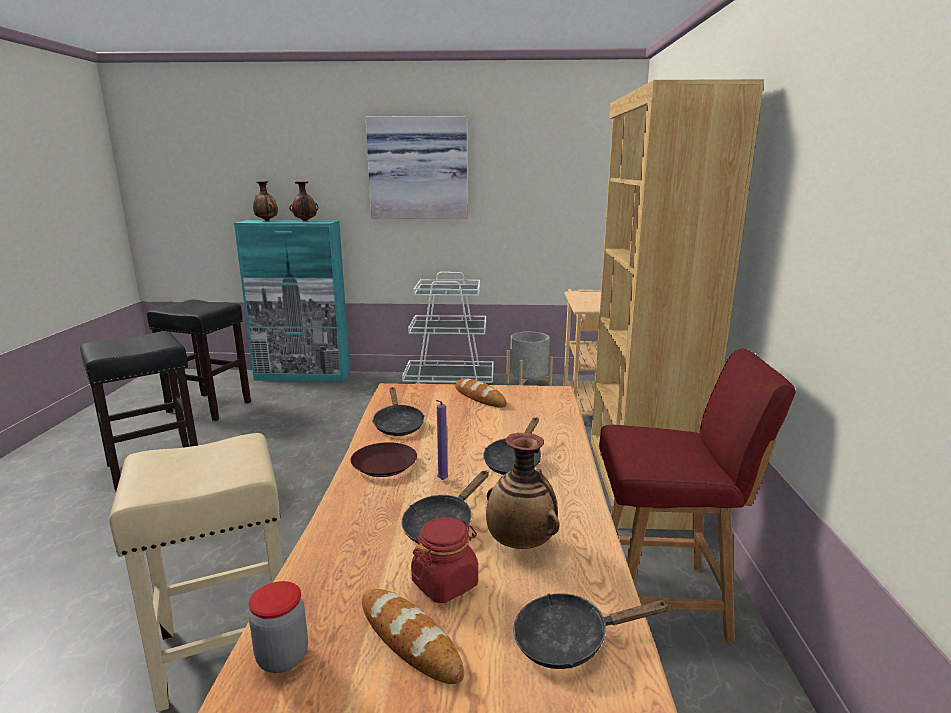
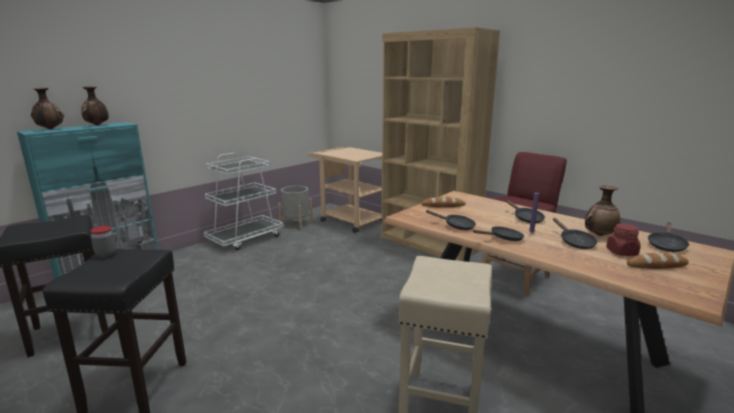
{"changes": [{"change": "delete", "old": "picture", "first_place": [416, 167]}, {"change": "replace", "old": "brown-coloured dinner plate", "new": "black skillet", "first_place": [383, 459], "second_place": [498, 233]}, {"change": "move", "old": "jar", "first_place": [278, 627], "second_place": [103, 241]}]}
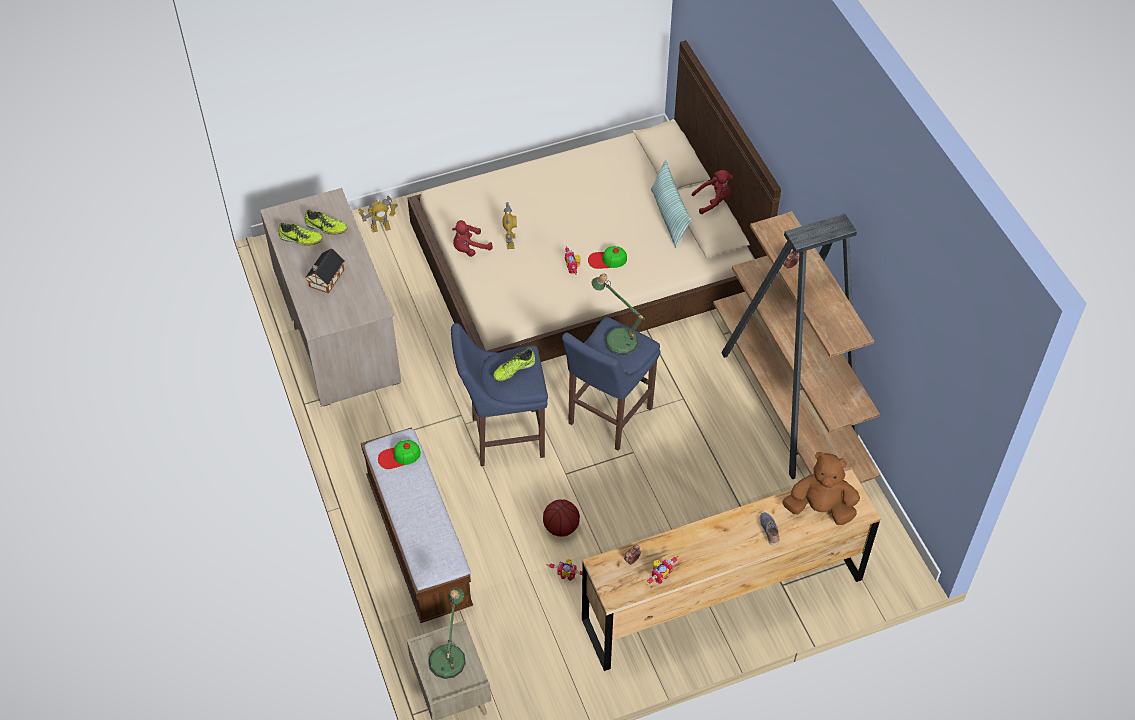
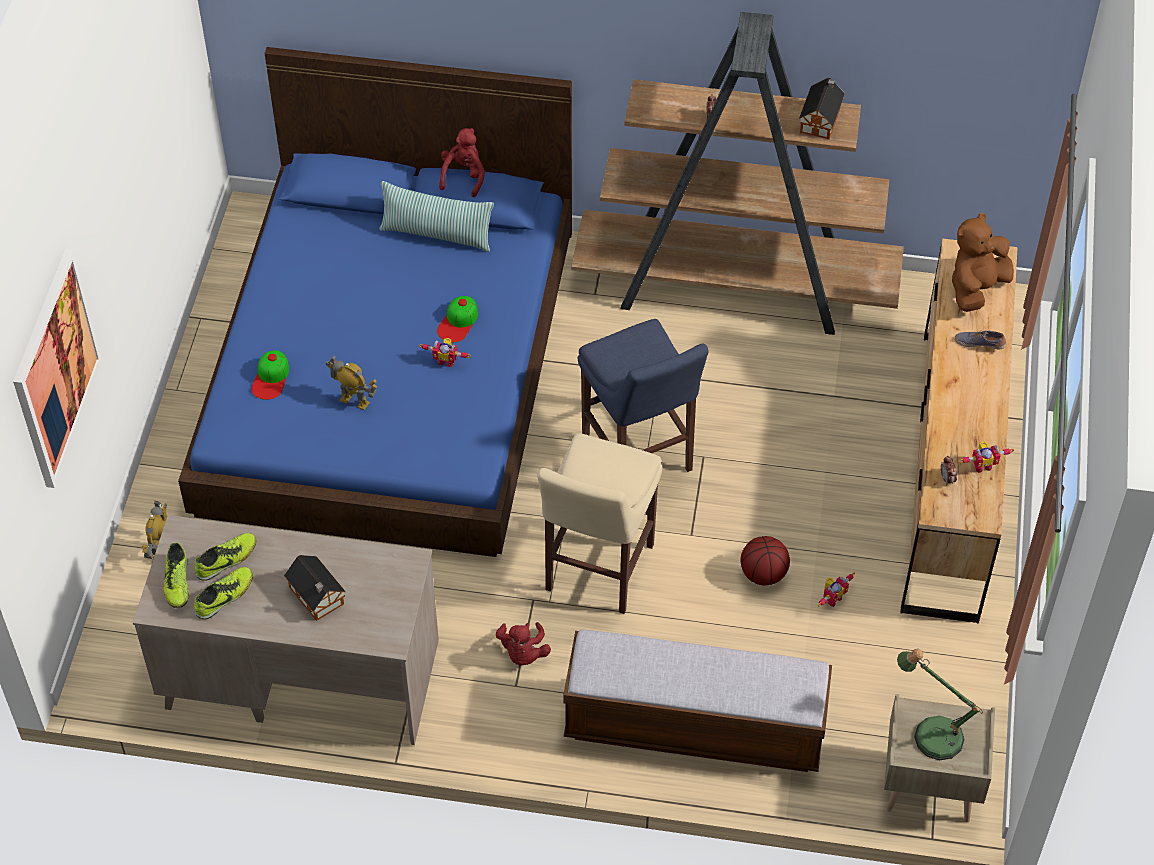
{"changes": [{"change": "recolor", "old": "beige-coloured bedroom bed", "new": "blue-coloured bedroom bed", "first_place": [594, 201], "second_place": [375, 302]}, {"change": "move", "old": "red-coloured soft toy", "first_place": [472, 238], "second_place": [523, 644]}, {"change": "delete", "old": "table lamp", "first_place": [618, 314]}, {"change": "recolor", "old": "blue-coloured sitting stool", "new": "beige-coloured sitting stool", "first_place": [499, 394], "second_place": [599, 523]}, {"change": "move", "old": "low shoe", "first_place": [514, 364], "second_place": [176, 575]}, {"change": "move", "old": "baseball cap", "first_place": [399, 454], "second_place": [270, 375]}, {"change": "rotate", "old": "robot figure", "first_place": [662, 570], "second_place": [986, 457], "degrees": 90}, {"change": "insert", "new": "model house", "second_place": [822, 109]}, {"change": "insert", "new": "picture", "second_place": [57, 368]}]}
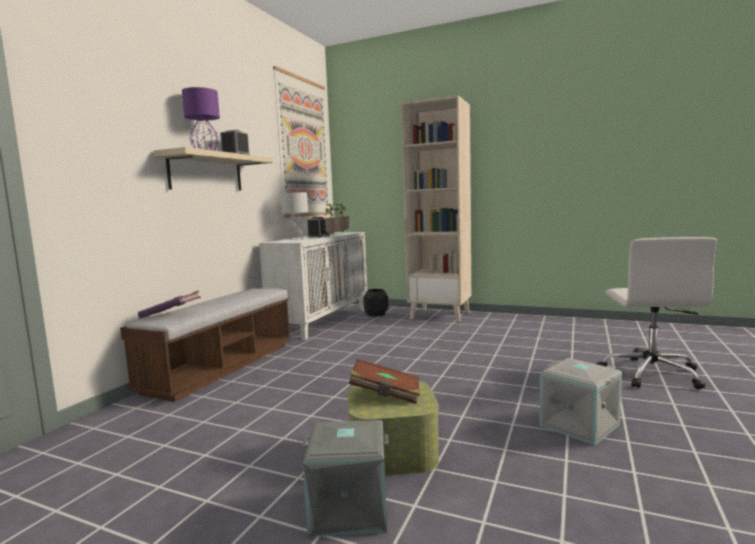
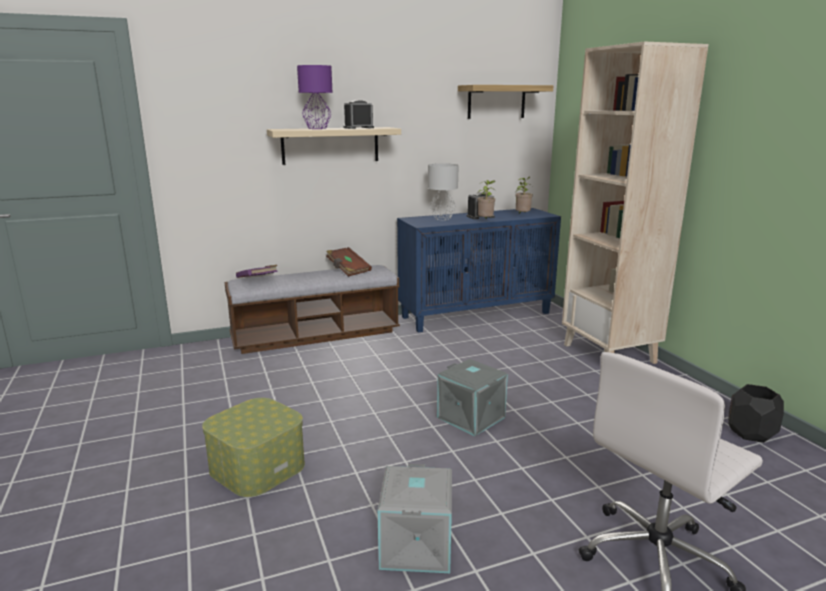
{"changes": [{"change": "replace", "old": "picture", "new": "shelf", "first_place": [301, 142], "second_place": [505, 102]}, {"change": "recolor", "old": "whitish cabinet", "new": "blue-coloured cabinet", "first_place": [313, 286], "second_place": [479, 270]}, {"change": "move", "old": "black planter", "first_place": [376, 303], "second_place": [756, 413]}, {"change": "move", "old": "brown-coloured volume", "first_place": [384, 381], "second_place": [349, 262]}, {"change": "move", "old": "grey storage bin", "first_place": [345, 478], "second_place": [472, 397]}]}
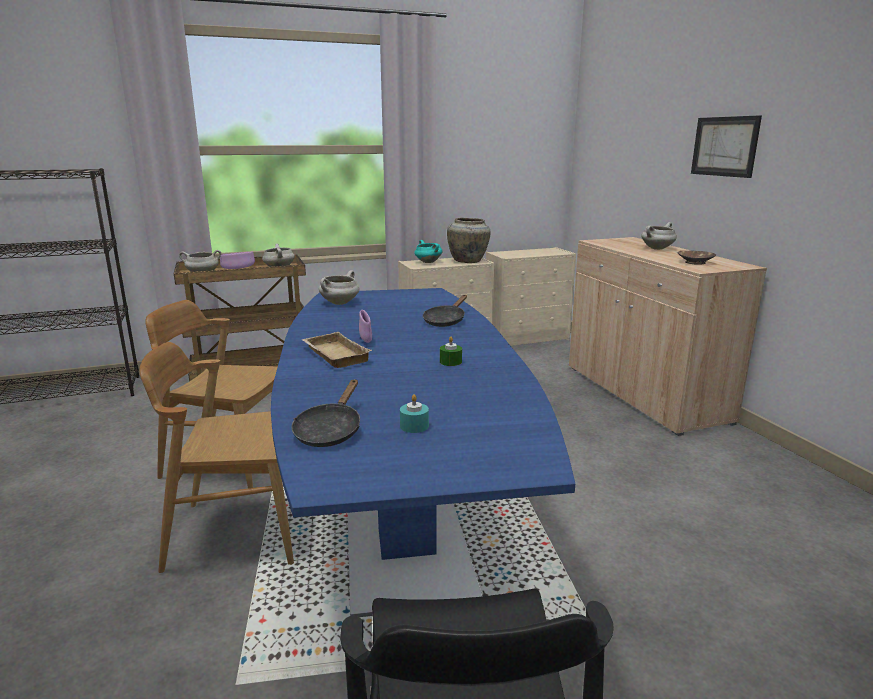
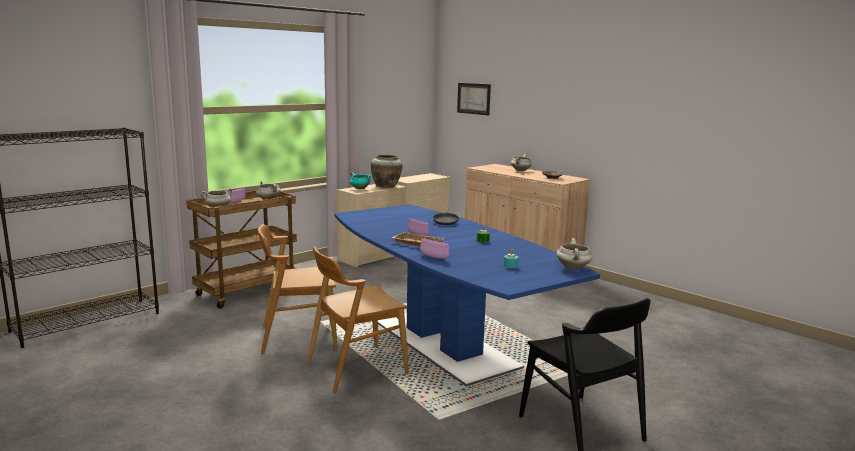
{"changes": [{"change": "move", "old": "picture", "first_place": [726, 146], "second_place": [474, 99]}, {"change": "move", "old": "whitish stockpot", "first_place": [339, 287], "second_place": [574, 254]}, {"change": "delete", "old": "black skillet", "first_place": [325, 413]}, {"change": "insert", "new": "purplish serving bowl", "second_place": [434, 248]}]}
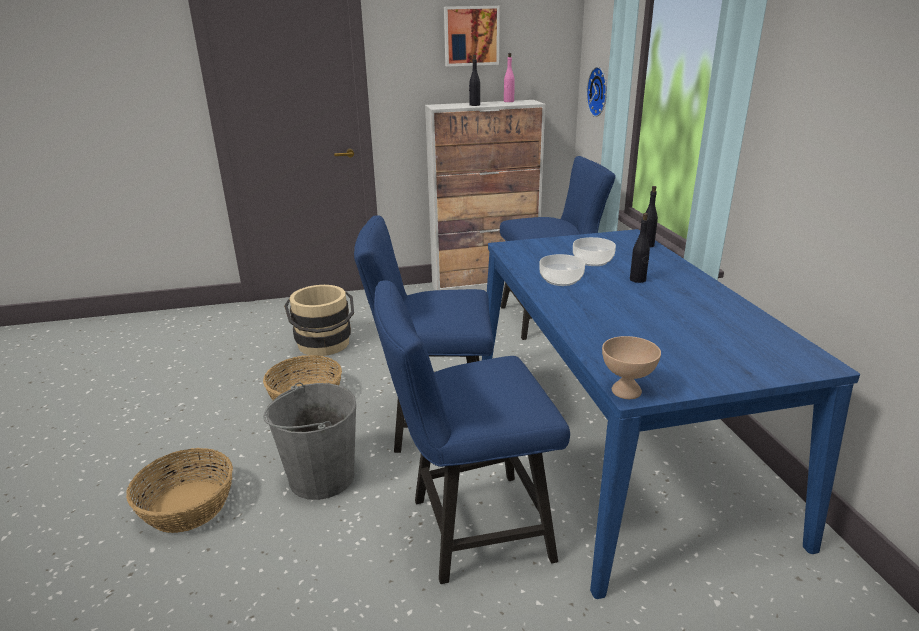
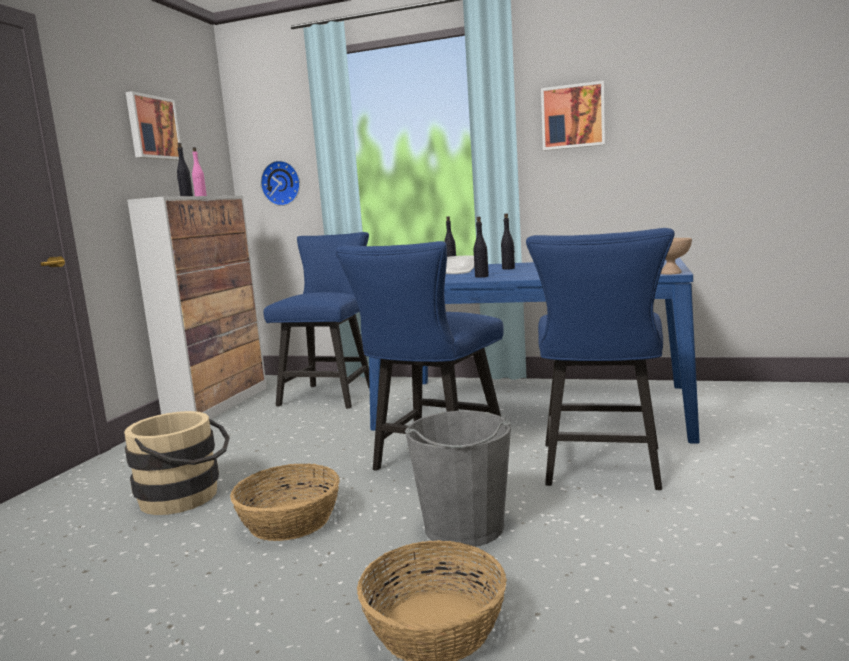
{"changes": [{"change": "replace", "old": "serving bowl", "new": "black beverage bottle", "first_place": [562, 270], "second_place": [481, 247]}, {"change": "insert", "new": "picture", "second_place": [573, 116]}]}
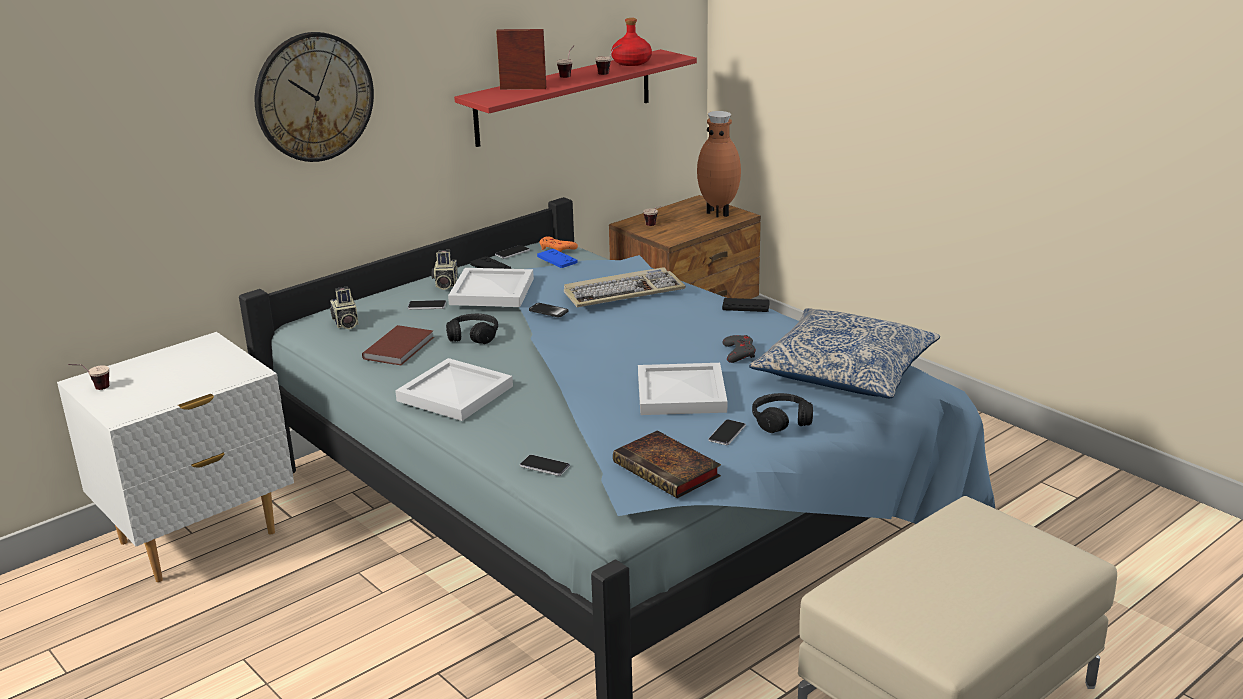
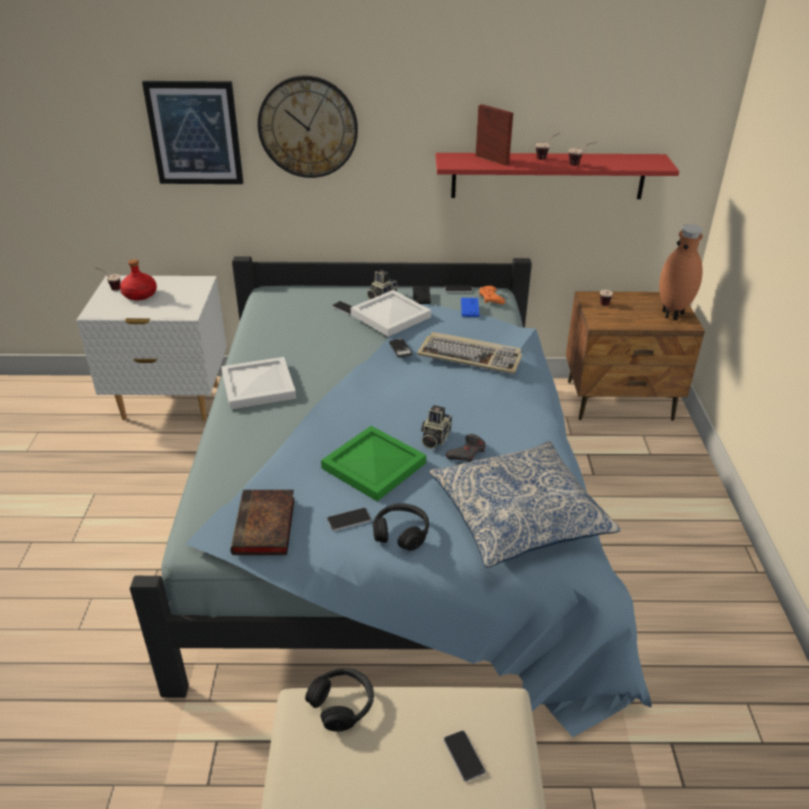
{"changes": [{"change": "move", "old": "red-coloured beverage bottle", "first_place": [631, 42], "second_place": [138, 279]}, {"change": "move", "old": "still camera", "first_place": [344, 307], "second_place": [436, 427]}, {"change": "delete", "old": "black joypad", "first_place": [746, 305]}, {"change": "move", "old": "black pair of headphones", "first_place": [472, 329], "second_place": [339, 700]}, {"change": "delete", "old": "brown-coloured volume", "first_place": [398, 345]}, {"change": "recolor", "old": "whitish serving tray", "new": "green-coloured serving tray", "first_place": [682, 389], "second_place": [373, 463]}, {"change": "move", "old": "telephone", "first_place": [545, 465], "second_place": [464, 755]}, {"change": "insert", "new": "picture", "second_place": [193, 132]}]}
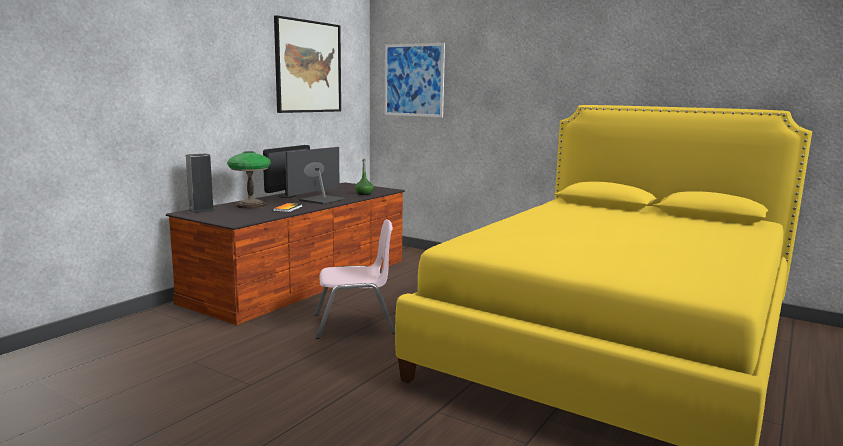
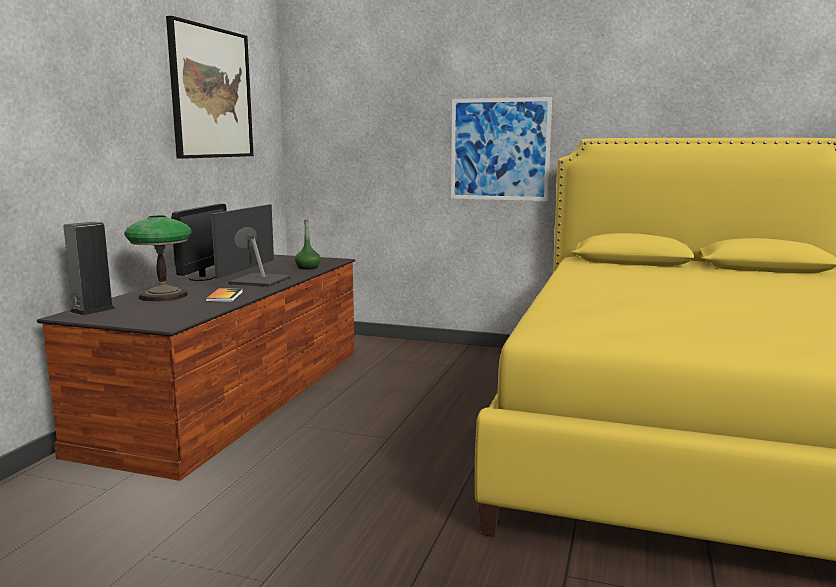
{"changes": [{"change": "move", "old": "picture", "first_place": [415, 80], "second_place": [501, 149]}, {"change": "delete", "old": "pink plain chair", "first_place": [355, 279]}]}
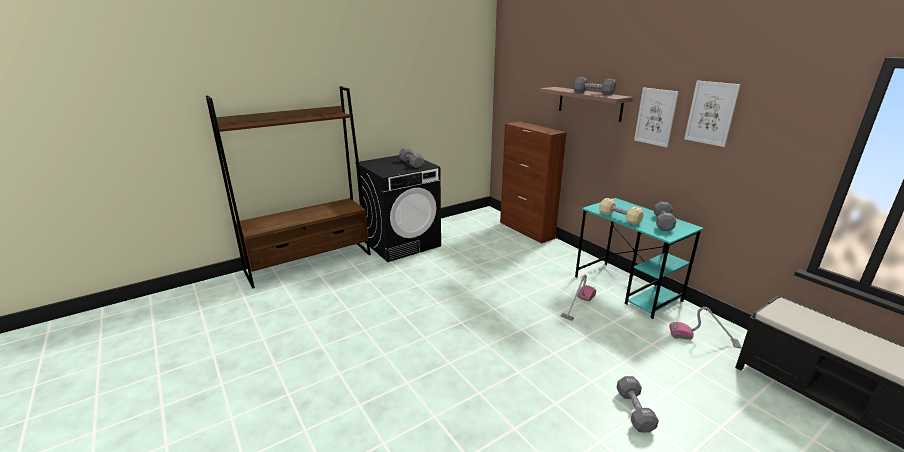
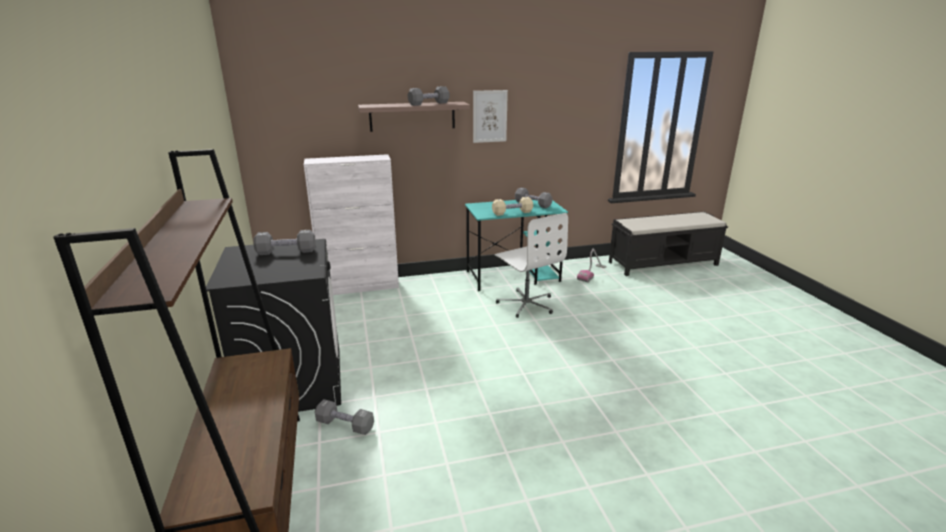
{"changes": [{"change": "delete", "old": "picture", "first_place": [712, 114]}, {"change": "recolor", "old": "brown-coloured cabinet", "new": "whitish cabinet", "first_place": [533, 183], "second_place": [351, 224]}, {"change": "replace", "old": "vacuum cleaner", "new": "whitish desk chair", "first_place": [578, 298], "second_place": [531, 265]}, {"change": "move", "old": "grey hand weight", "first_place": [638, 404], "second_place": [344, 417]}]}
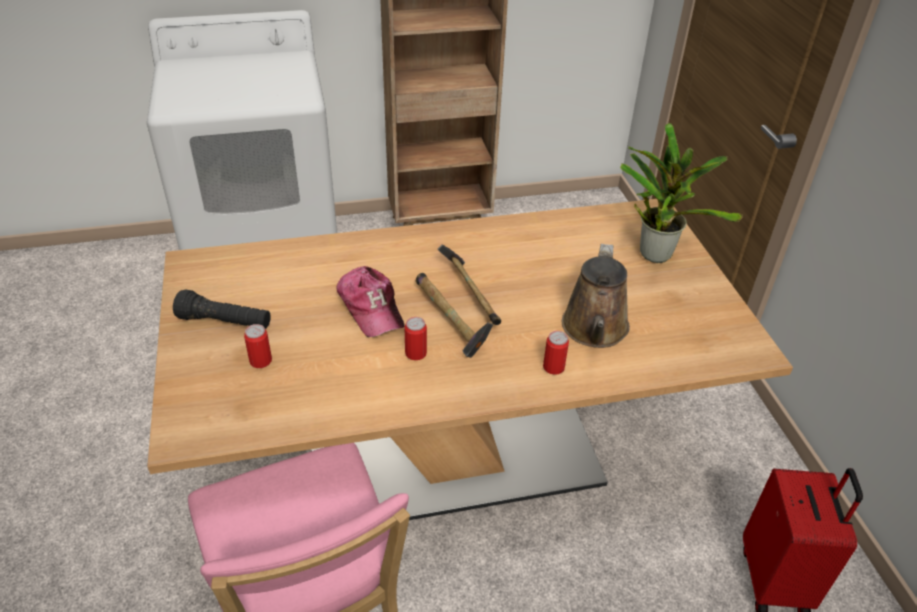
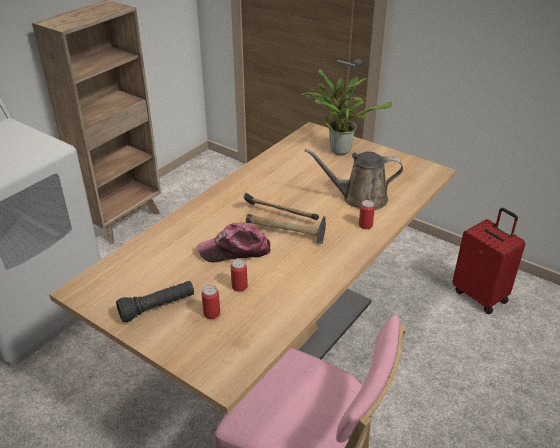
{"changes": [{"change": "rotate", "old": "brown-coloured watering can", "first_place": [596, 296], "second_place": [354, 179], "degrees": 120}, {"change": "rotate", "old": "baseball cap", "first_place": [371, 301], "second_place": [234, 242], "degrees": 150}, {"change": "move", "old": "sealed can", "first_place": [416, 338], "second_place": [239, 275]}]}
